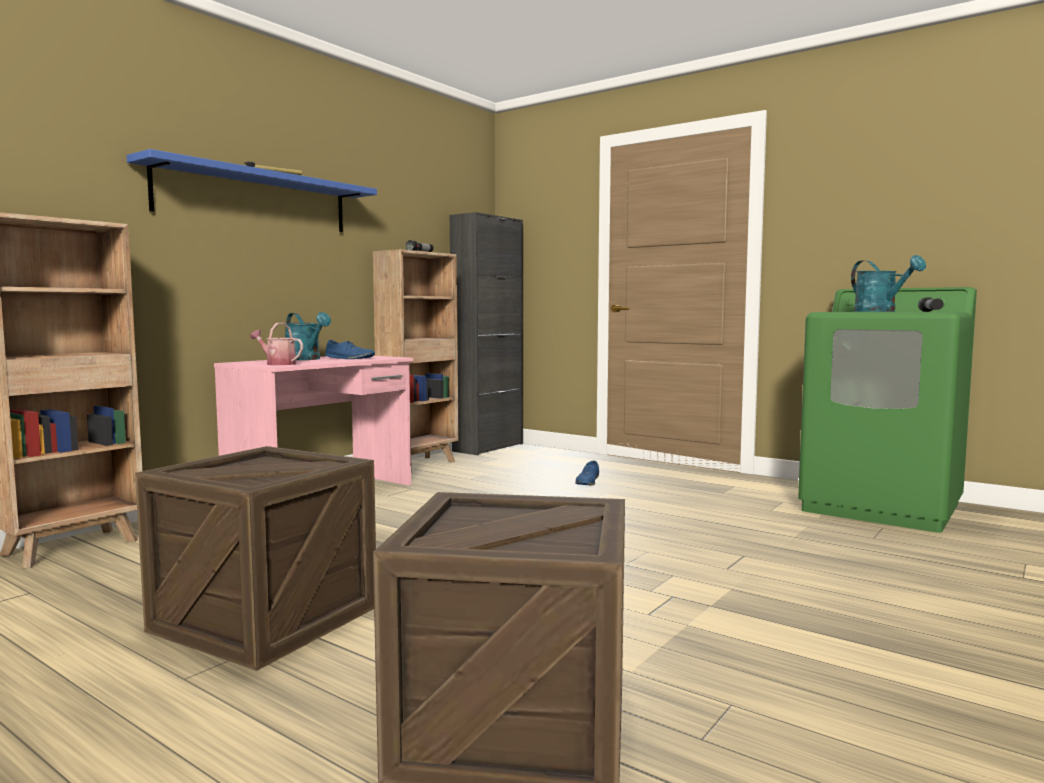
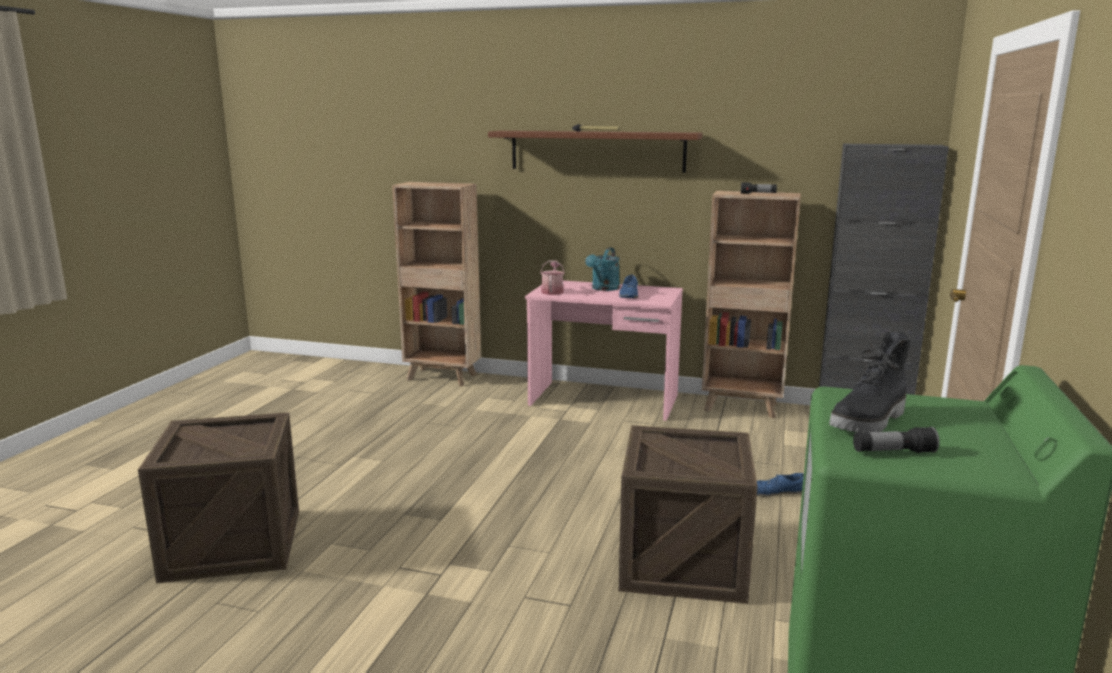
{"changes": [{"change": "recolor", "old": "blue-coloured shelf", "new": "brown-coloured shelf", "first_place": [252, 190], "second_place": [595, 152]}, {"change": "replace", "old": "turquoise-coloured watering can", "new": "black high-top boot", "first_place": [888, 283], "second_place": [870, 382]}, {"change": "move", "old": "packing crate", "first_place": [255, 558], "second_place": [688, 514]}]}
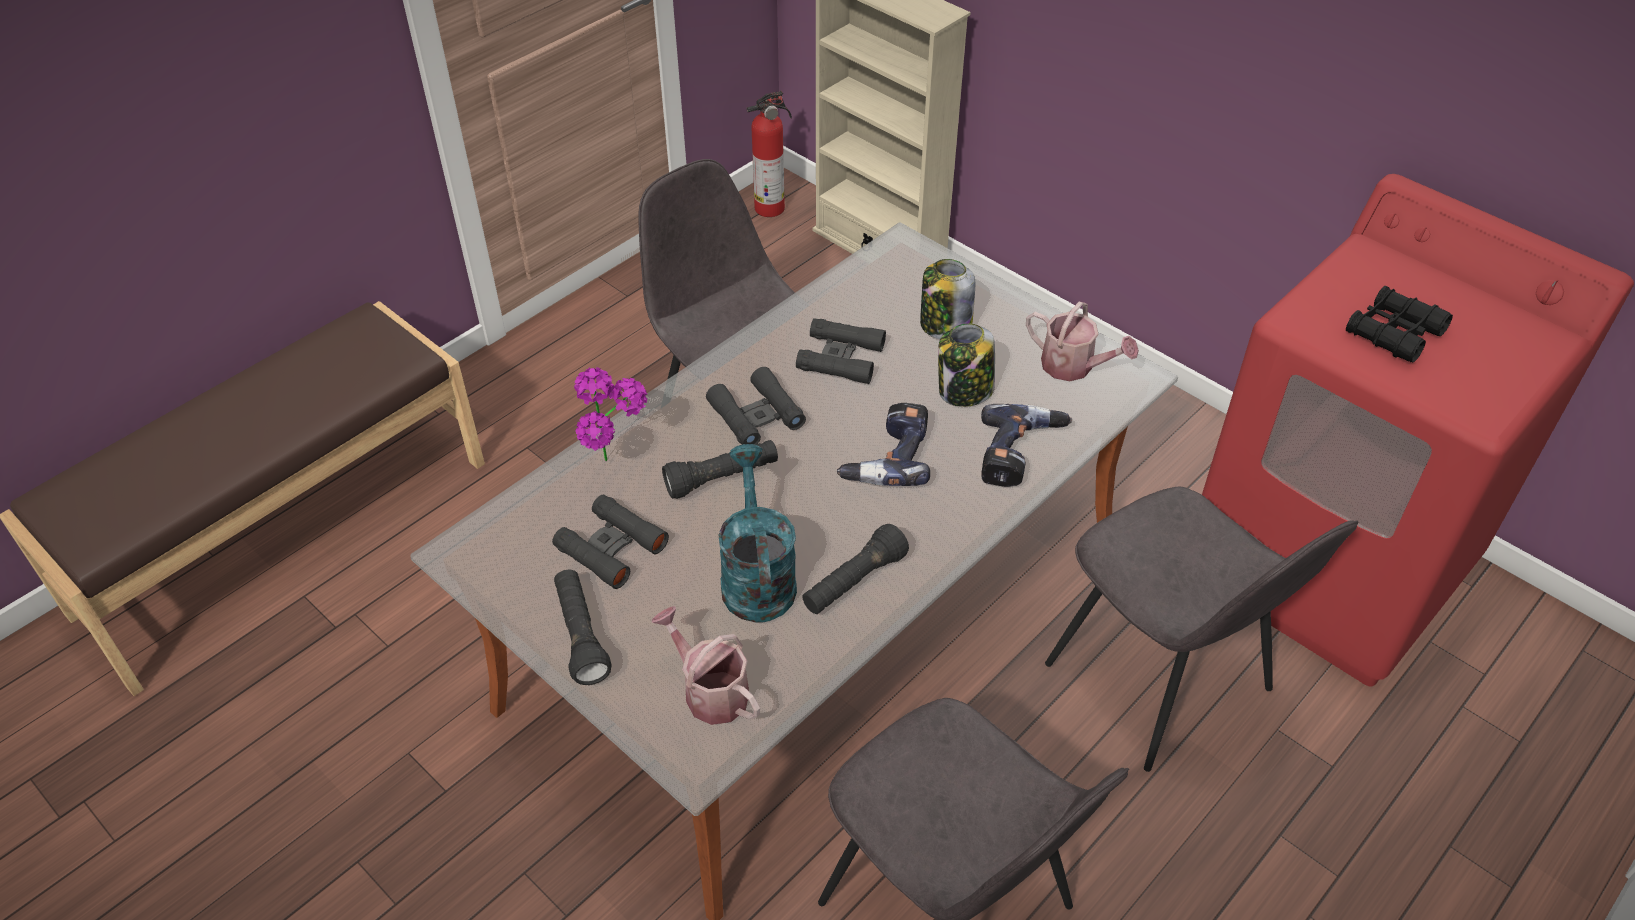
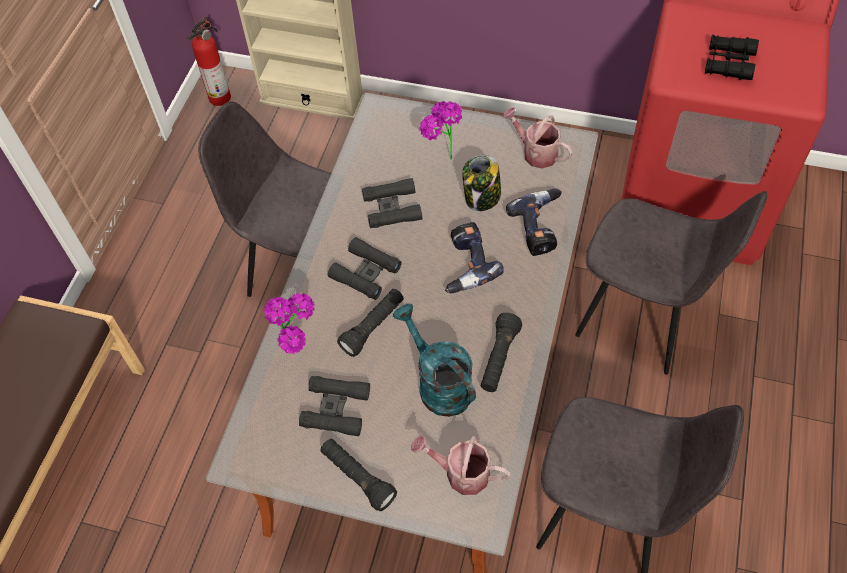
{"changes": [{"change": "replace", "old": "jar", "new": "plant in a pot", "first_place": [947, 299], "second_place": [440, 130]}, {"change": "rotate", "old": "watering can", "first_place": [1082, 341], "second_place": [537, 137], "degrees": -150}]}
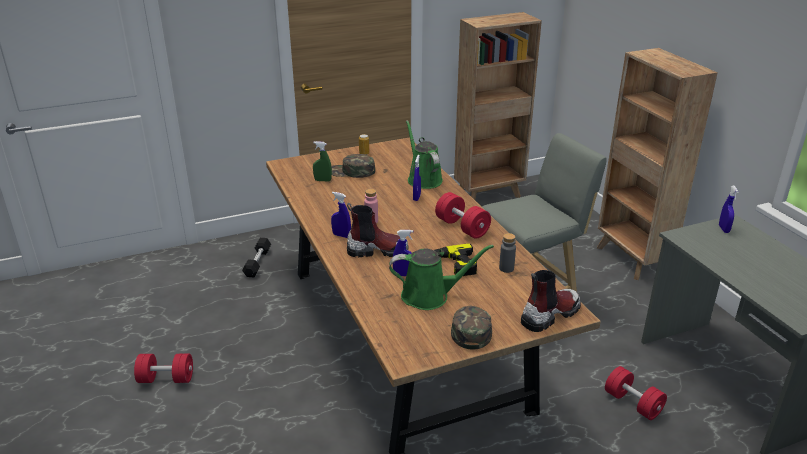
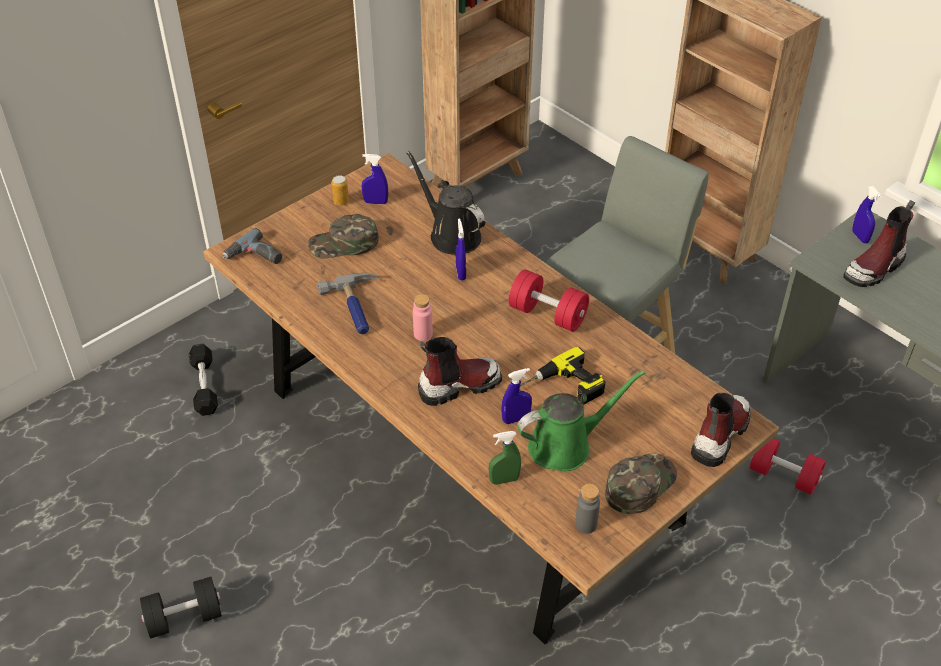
{"changes": [{"change": "recolor", "old": "green-coloured watering can", "new": "black watering can", "first_place": [424, 154], "second_place": [445, 203]}, {"change": "move", "old": "green-coloured spray bottle", "first_place": [322, 161], "second_place": [505, 458]}, {"change": "move", "old": "blue-coloured spray bottle", "first_place": [341, 215], "second_place": [375, 179]}, {"change": "move", "old": "grey beverage bottle", "first_place": [507, 253], "second_place": [587, 509]}, {"change": "rotate", "old": "green-coloured baseball cap", "first_place": [471, 328], "second_place": [641, 483], "degrees": 60}, {"change": "recolor", "old": "red-coloured hand weight", "new": "black hand weight", "first_place": [163, 368], "second_place": [181, 607]}, {"change": "insert", "new": "high-top boot", "second_place": [879, 243]}, {"change": "insert", "new": "drill", "second_place": [252, 246]}, {"change": "insert", "new": "tool hammer", "second_place": [348, 303]}]}
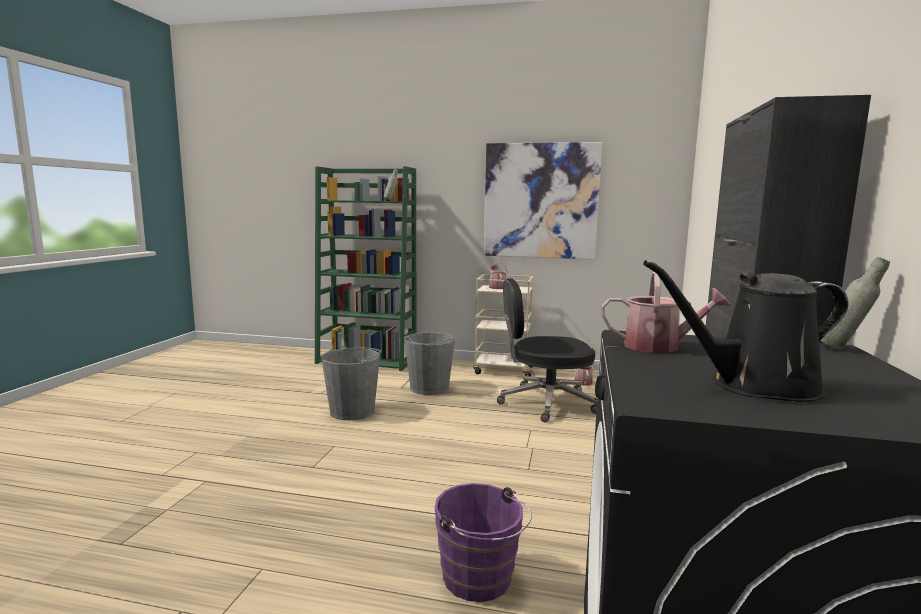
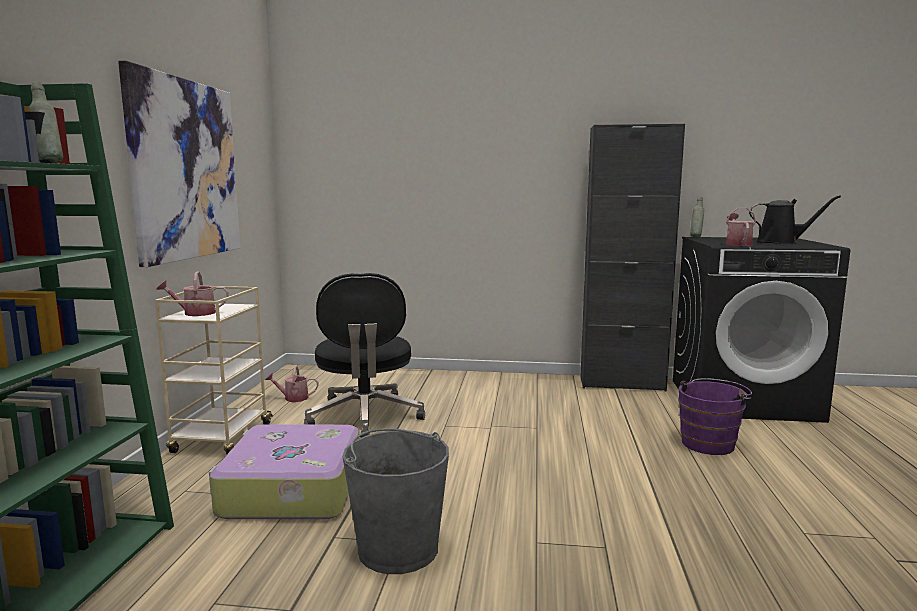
{"changes": [{"change": "rotate", "old": "black watering can", "first_place": [746, 331], "second_place": [795, 219], "degrees": -60}, {"change": "replace", "old": "grey bucket", "new": "suitcase", "first_place": [429, 363], "second_place": [284, 472]}]}
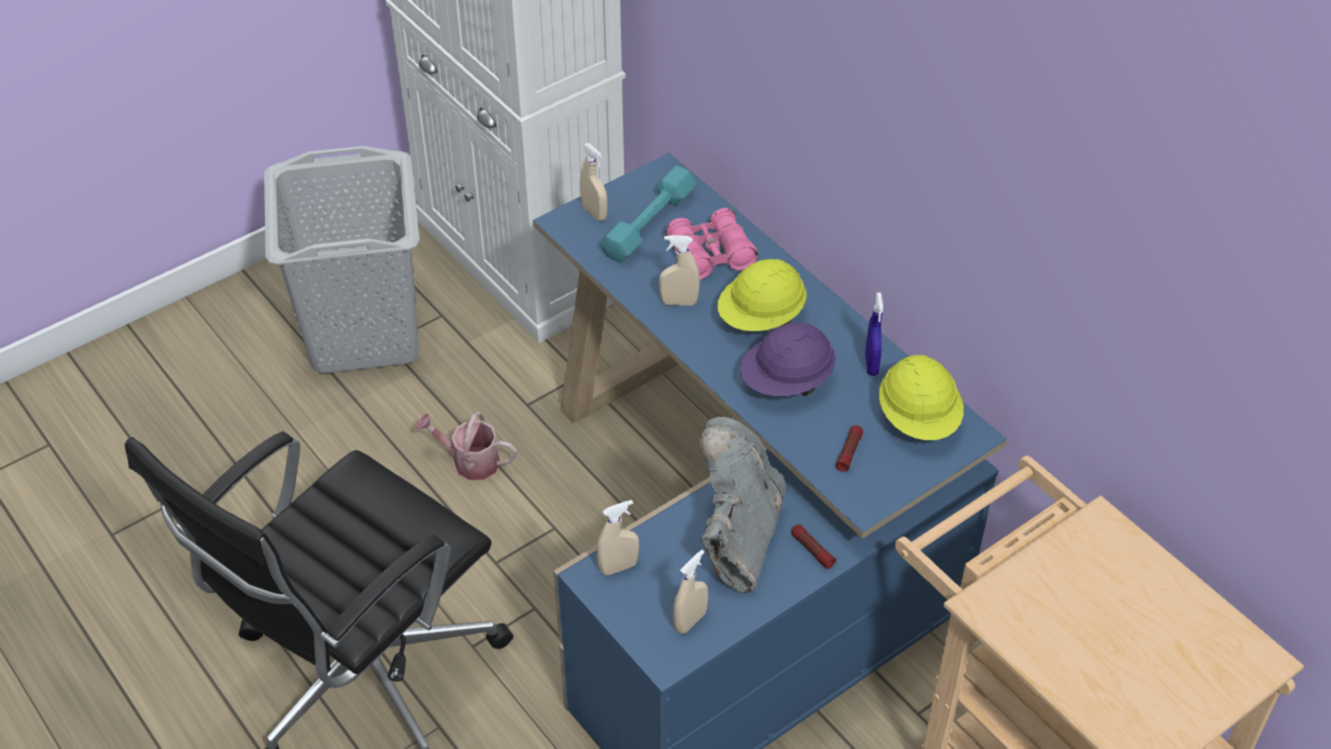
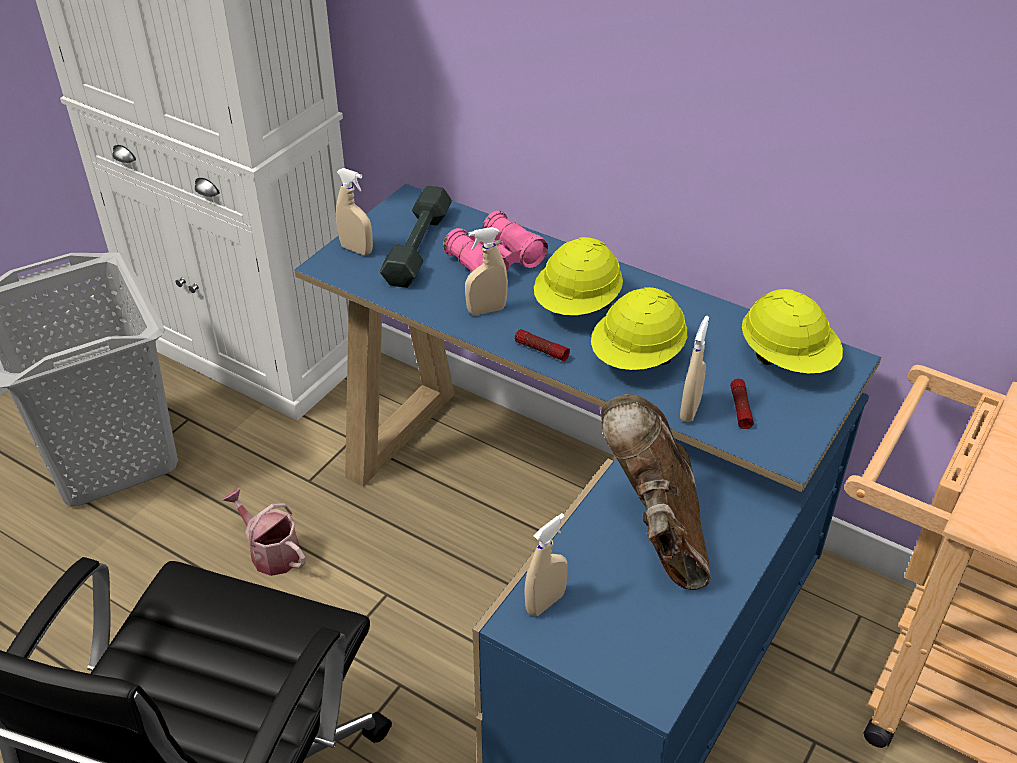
{"changes": [{"change": "recolor", "old": "turquoise-coloured hand weight", "new": "grey hand weight", "first_place": [648, 214], "second_place": [416, 237]}, {"change": "delete", "old": "blue-coloured spray bottle", "first_place": [874, 334]}, {"change": "recolor", "old": "purplish hard hat", "new": "yellow-coloured hard hat", "first_place": [788, 359], "second_place": [639, 328]}, {"change": "rotate", "old": "watering can", "first_place": [466, 446], "second_place": [264, 532], "degrees": 45}, {"change": "recolor", "old": "grey high-top boot", "new": "brown-coloured high-top boot", "first_place": [743, 505], "second_place": [656, 492]}, {"change": "move", "old": "flashlight", "first_place": [813, 546], "second_place": [542, 345]}, {"change": "move", "old": "beige-coloured spray bottle", "first_place": [690, 592], "second_place": [694, 369]}]}
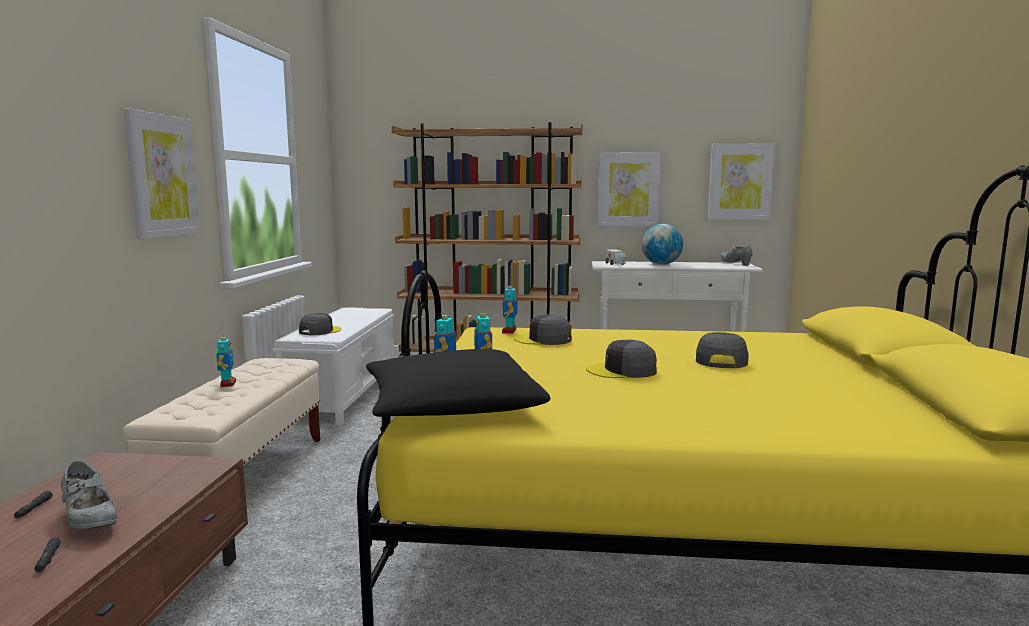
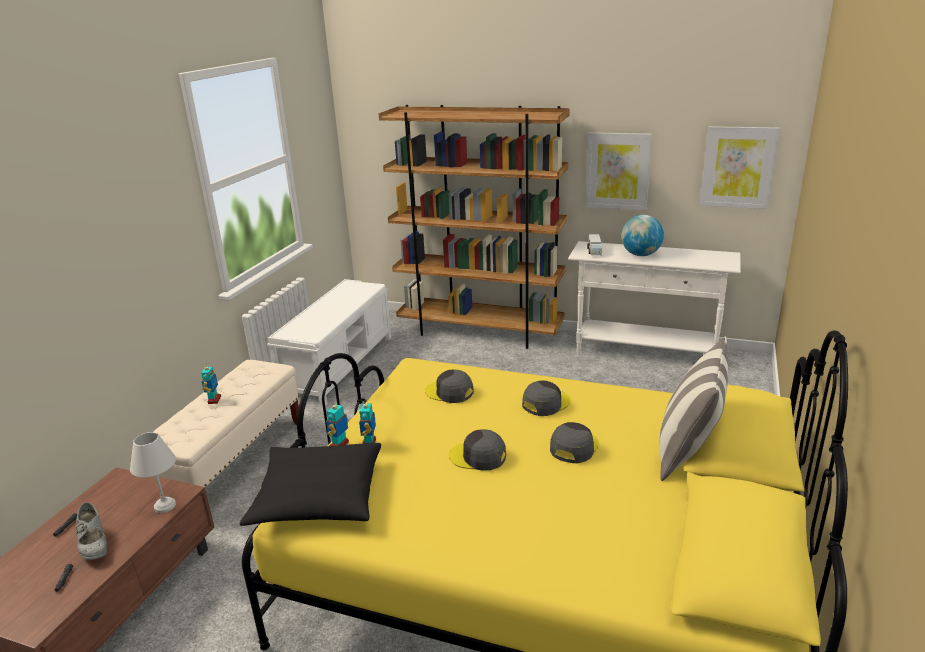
{"changes": [{"change": "delete", "old": "picture", "first_place": [162, 174]}, {"change": "delete", "old": "grey low shoe", "first_place": [737, 256]}, {"change": "delete", "old": "robot figure", "first_place": [510, 309]}, {"change": "move", "old": "grey baseball cap", "first_place": [320, 324], "second_place": [546, 398]}, {"change": "insert", "new": "throw pillow", "second_place": [694, 409]}, {"change": "insert", "new": "whitish table lamp", "second_place": [153, 472]}]}
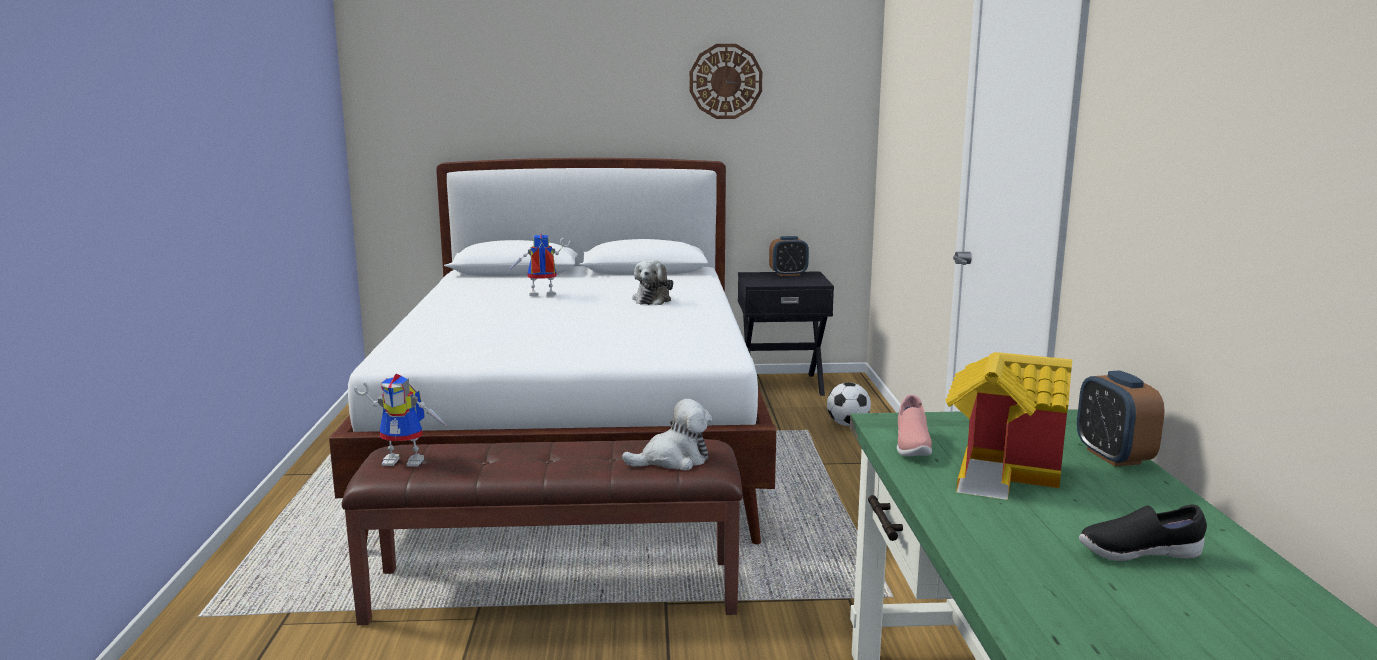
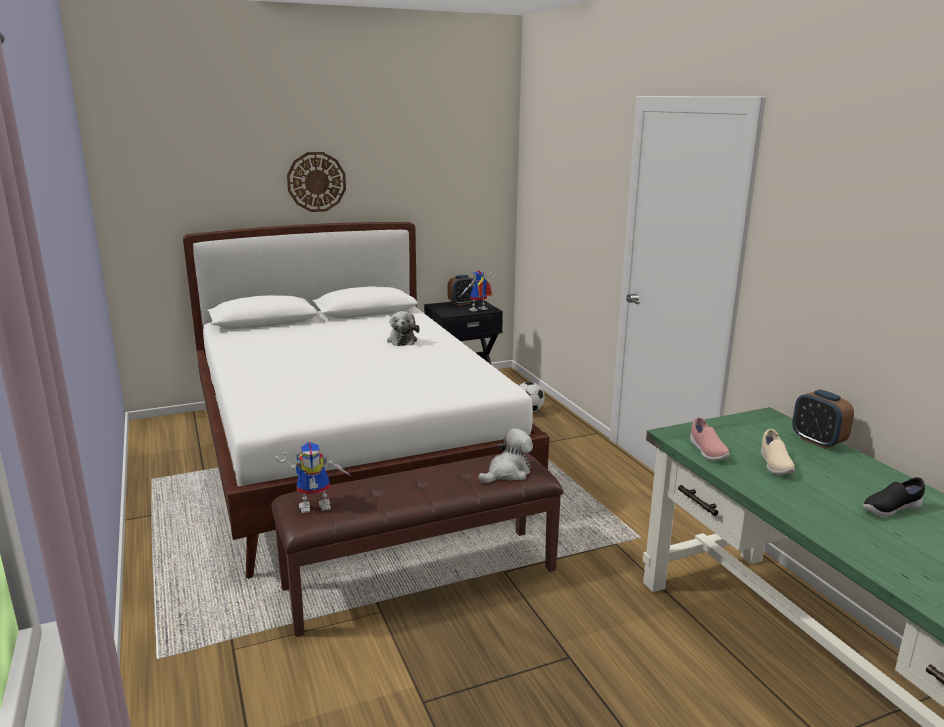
{"changes": [{"change": "move", "old": "clock on the wall", "first_place": [726, 81], "second_place": [316, 182]}, {"change": "move", "old": "robot figure", "first_place": [539, 265], "second_place": [477, 291]}, {"change": "replace", "old": "model house", "new": "beige-coloured low shoe", "first_place": [1008, 426], "second_place": [778, 452]}]}
